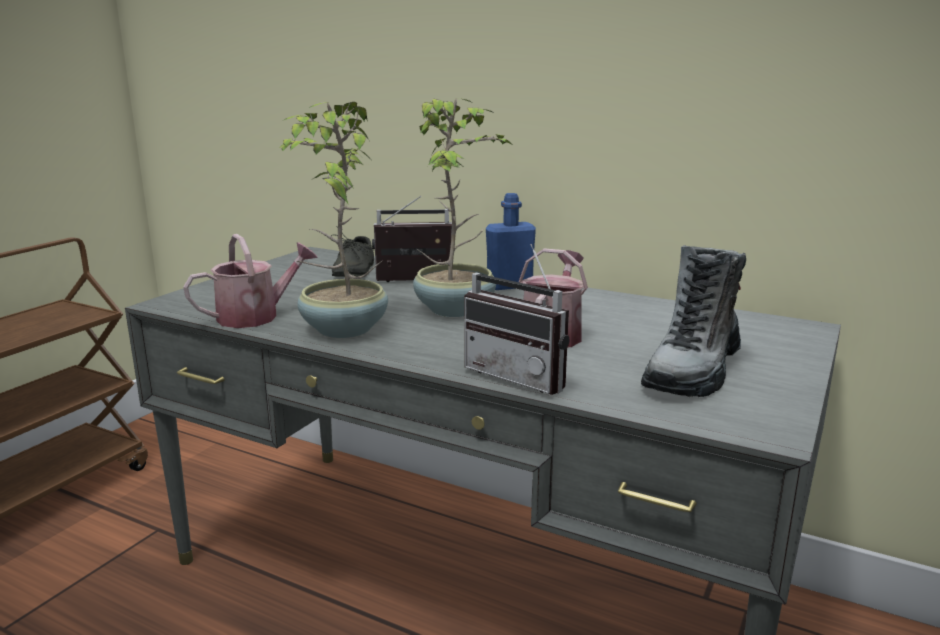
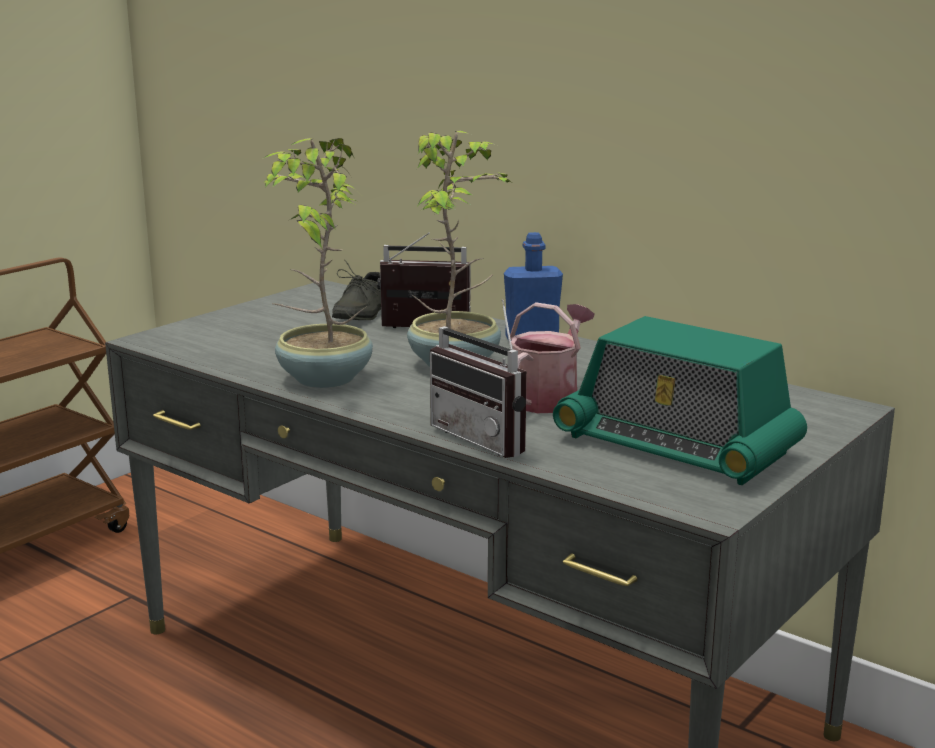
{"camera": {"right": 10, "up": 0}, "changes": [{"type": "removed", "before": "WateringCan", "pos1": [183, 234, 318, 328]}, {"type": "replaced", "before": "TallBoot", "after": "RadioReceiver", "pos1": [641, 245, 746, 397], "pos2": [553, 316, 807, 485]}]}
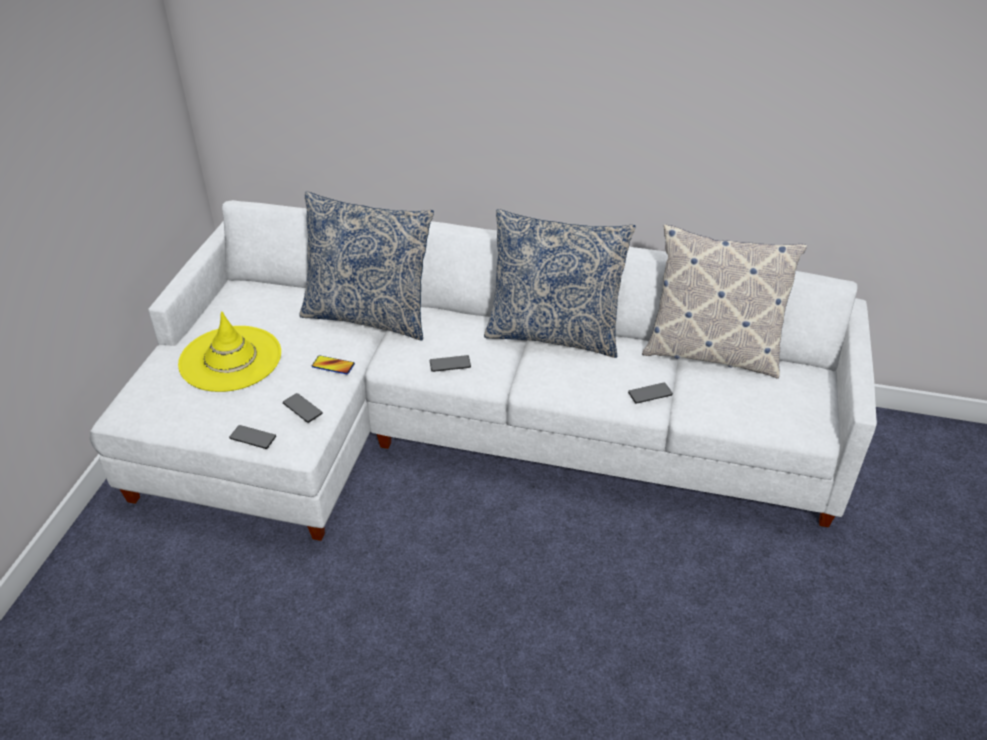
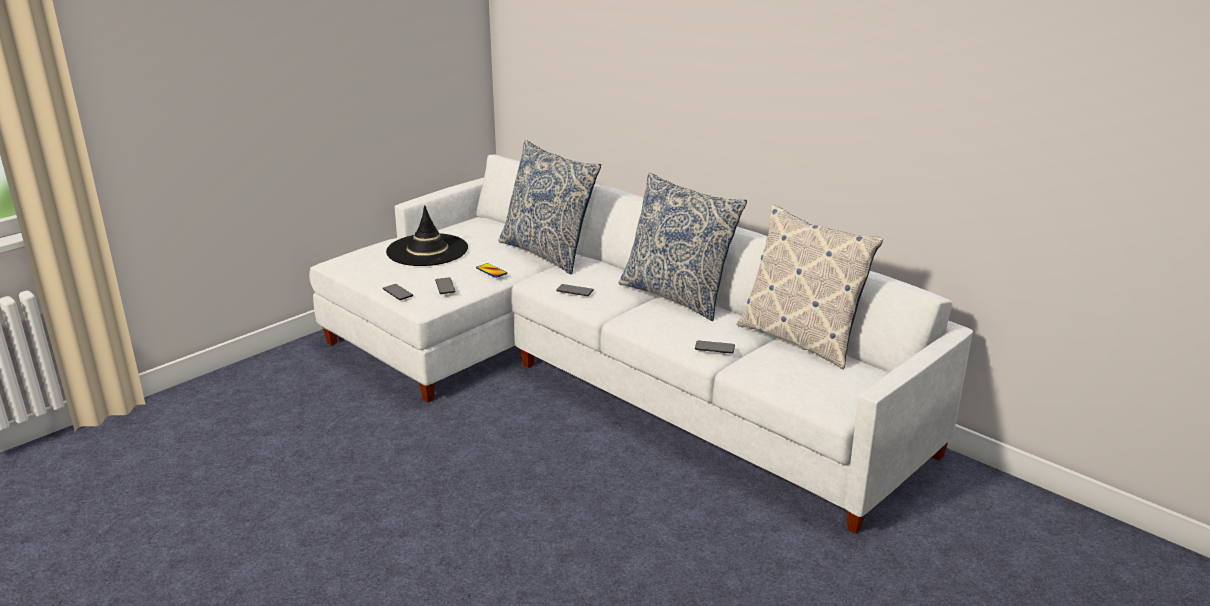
{"camera": {"right": 30, "up": -15}, "changes": [{"type": "recoloured", "before": "YellowishClothingHat", "after": "BlackishClothingHat", "pos1": [178, 311, 281, 392], "pos2": [386, 205, 468, 266]}]}
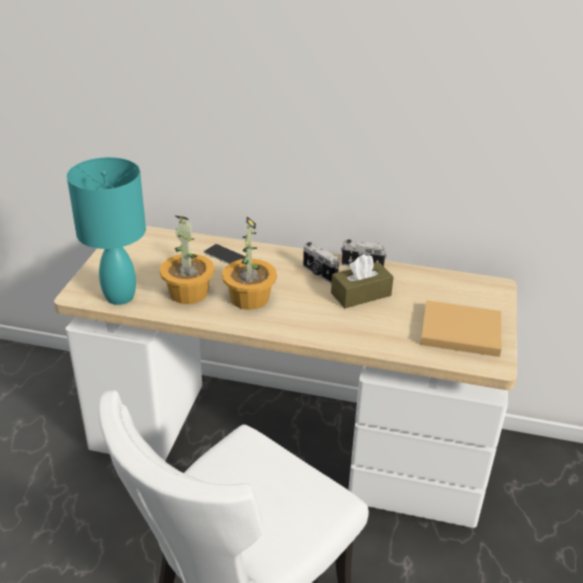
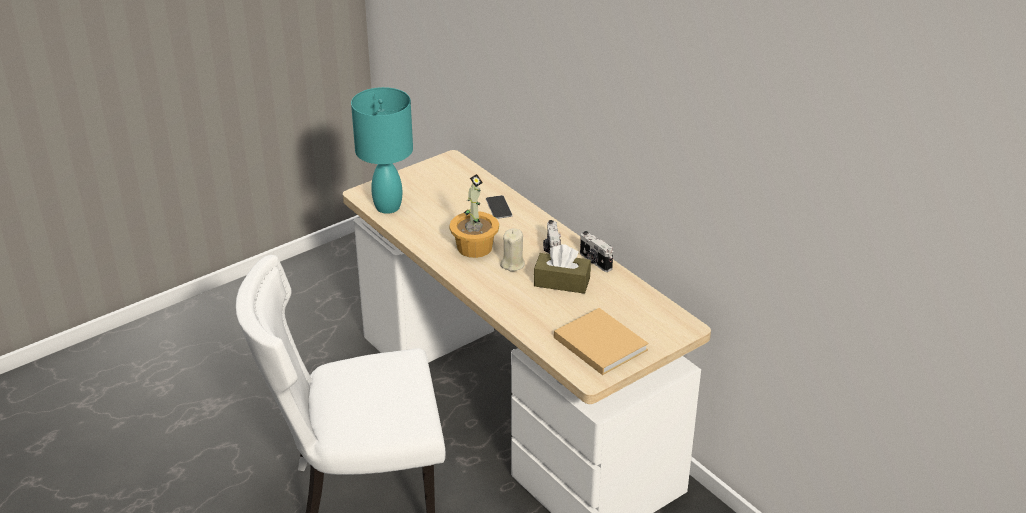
{"camera": {"right": 40, "up": 0}, "changes": [{"type": "removed", "before": "PottedPlant", "pos1": [159, 215, 215, 304]}, {"type": "added", "after": "SandColouredWaxLight", "pos2": [500, 228, 525, 272]}]}
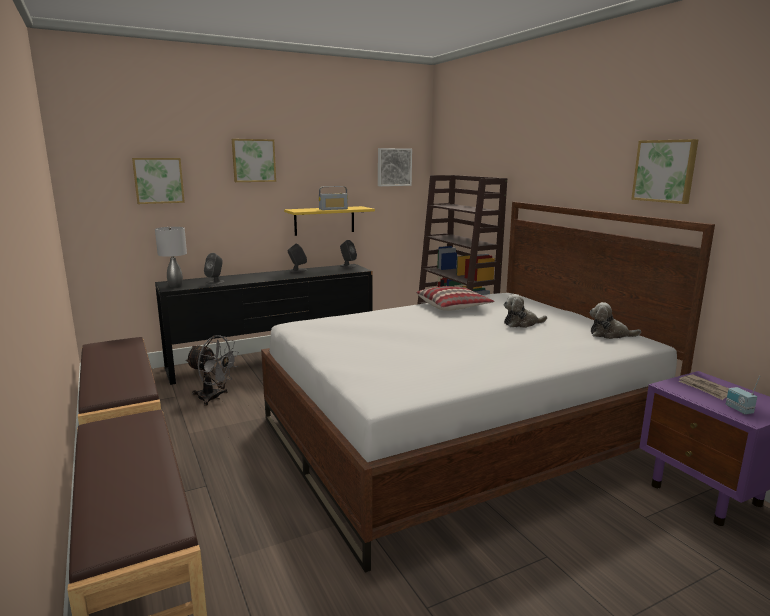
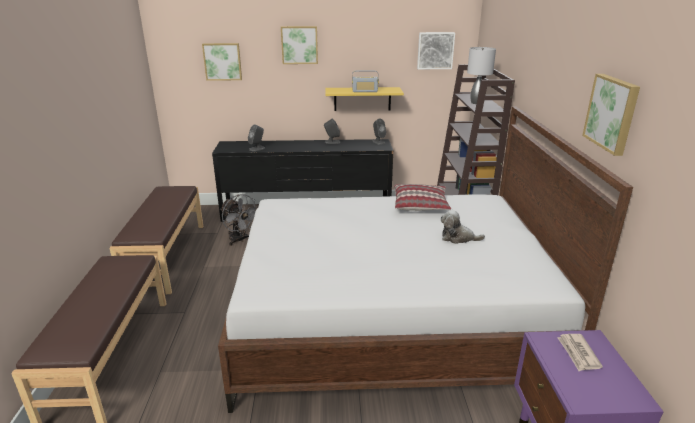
{"camera": {"right": 25, "up": 10}, "changes": [{"type": "moved", "before": "GreyishTableLamp", "pos1": [155, 227, 187, 287], "pos2": [467, 47, 496, 104]}, {"type": "removed", "before": "SoftToy", "pos1": [590, 302, 641, 339]}, {"type": "removed", "before": "RadioReceiver", "pos1": [726, 376, 760, 415]}]}
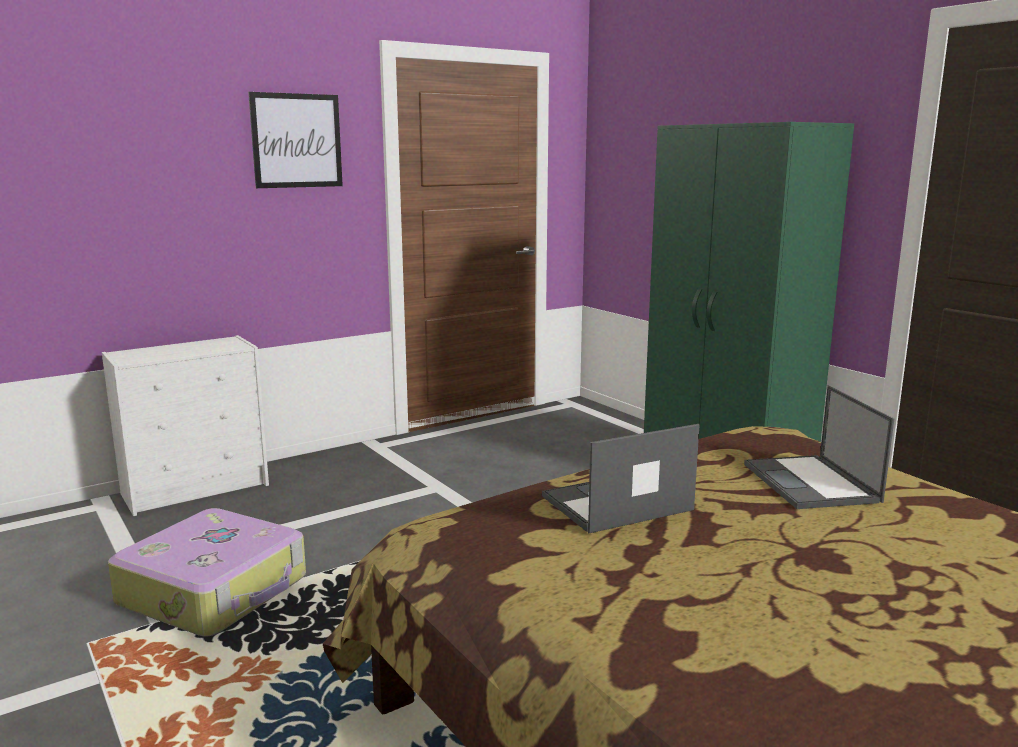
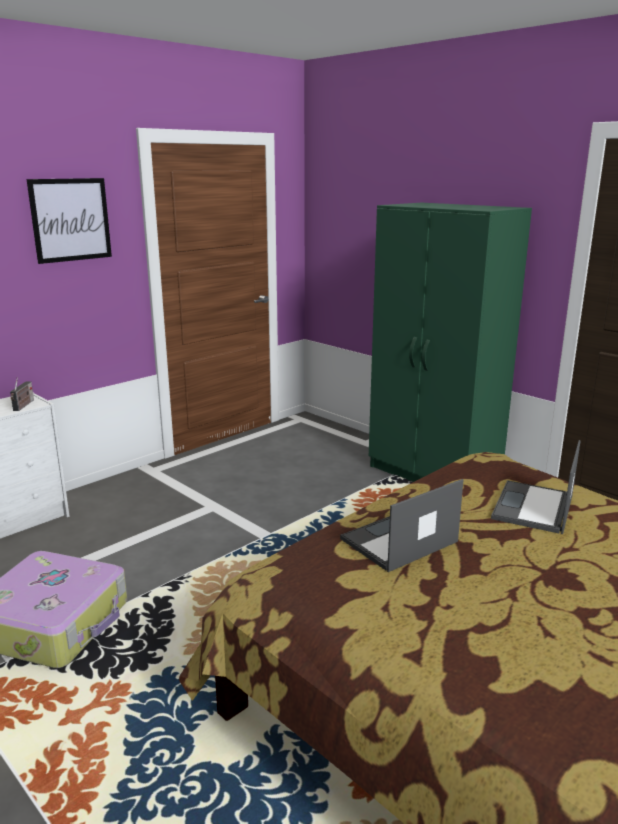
{"camera": {"right": -10, "up": 5}, "changes": [{"type": "turned", "before": "PortableComputer", "pos1": [744, 385, 894, 509], "pos2": [491, 440, 581, 534], "turn": 45}, {"type": "added", "after": "RadioReceiver", "pos2": [10, 378, 34, 411]}]}
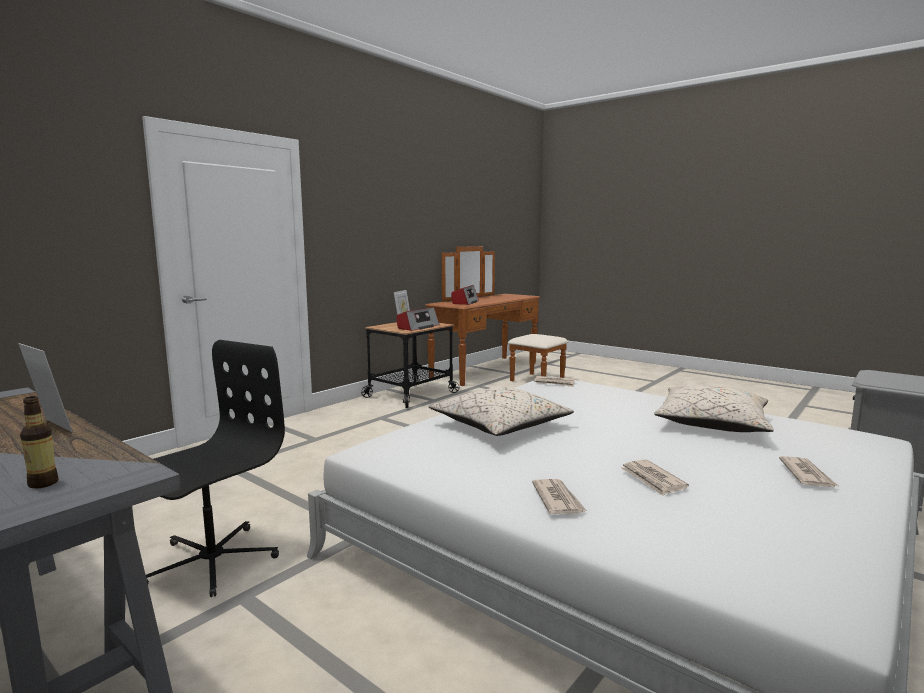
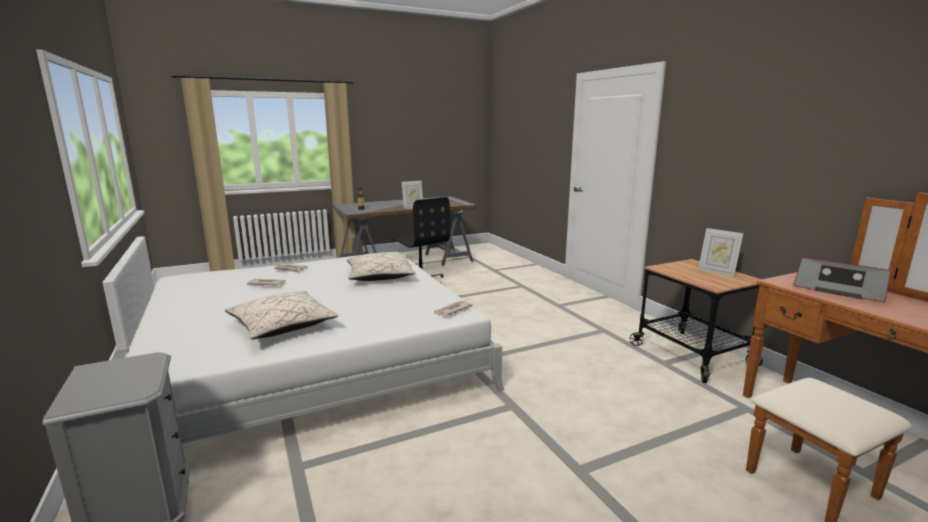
{"camera": {"right": 115, "up": 5}, "changes": [{"type": "removed", "before": "RadioReceiver", "pos1": [397, 307, 440, 331]}, {"type": "removed", "before": "DailyPaper", "pos1": [779, 456, 840, 487]}]}
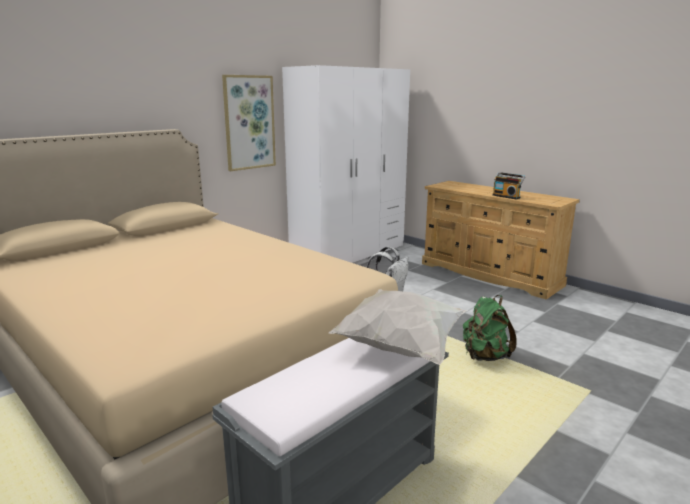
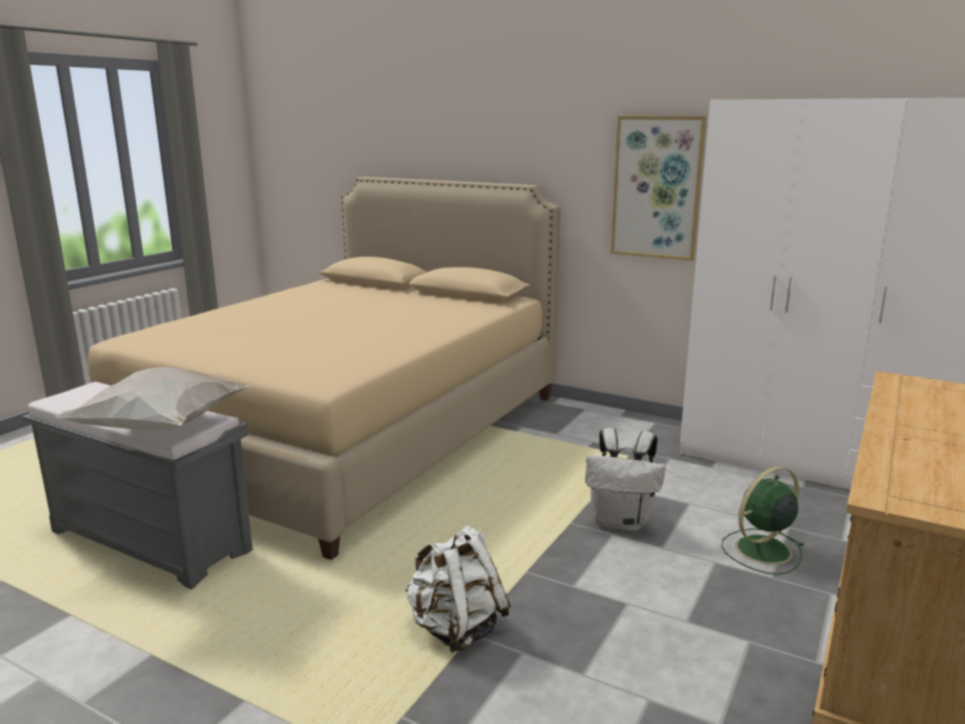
{"camera": {"right": 75, "up": 0}, "changes": [{"type": "recoloured", "before": "GreenishRucksack", "after": "WhiteRucksack", "pos1": [463, 295, 517, 361], "pos2": [405, 526, 511, 652]}, {"type": "removed", "before": "RadioReceiver", "pos1": [492, 172, 525, 200]}, {"type": "added", "after": "GreenishFan", "pos2": [721, 466, 804, 575]}]}
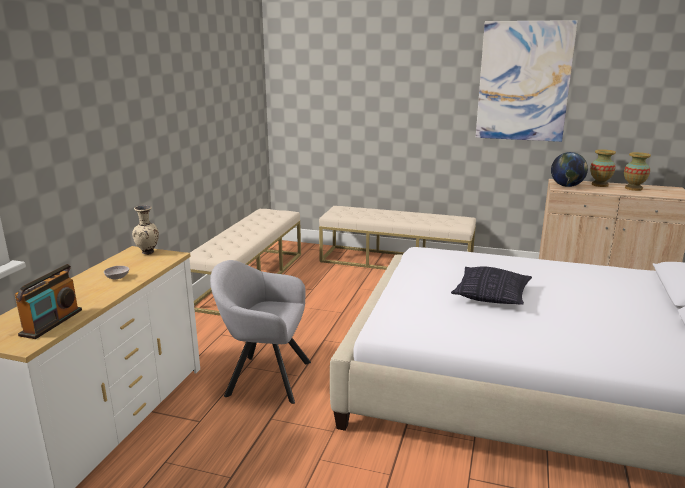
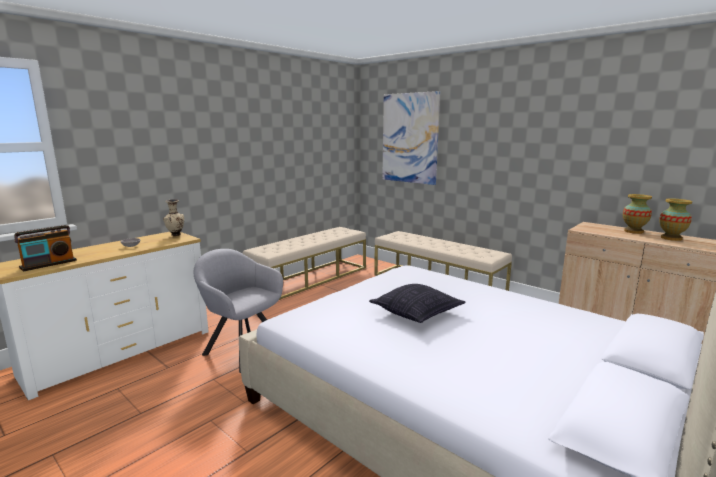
{"camera": {"right": 25, "up": -5}, "changes": [{"type": "moved", "before": "WallPicture", "pos1": [476, 20, 578, 142], "pos2": [382, 91, 440, 185]}, {"type": "removed", "before": "WorldGlobe", "pos1": [551, 152, 588, 187]}]}
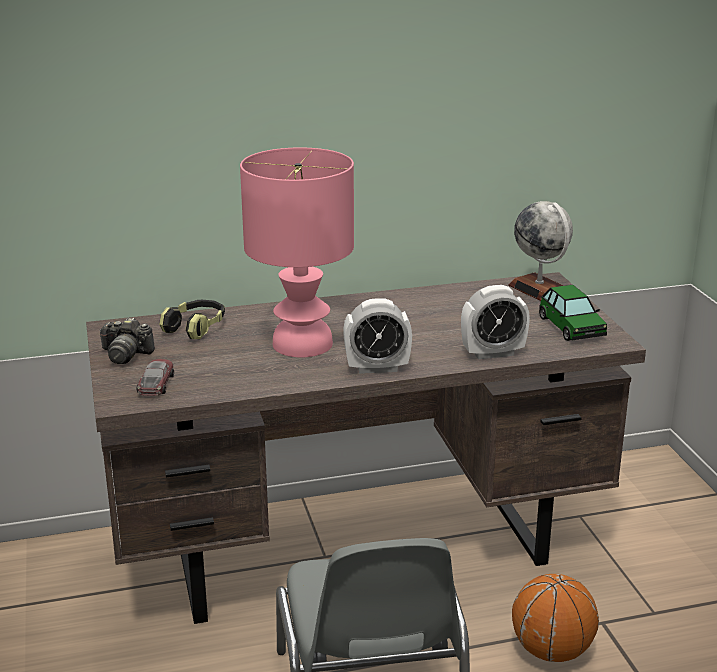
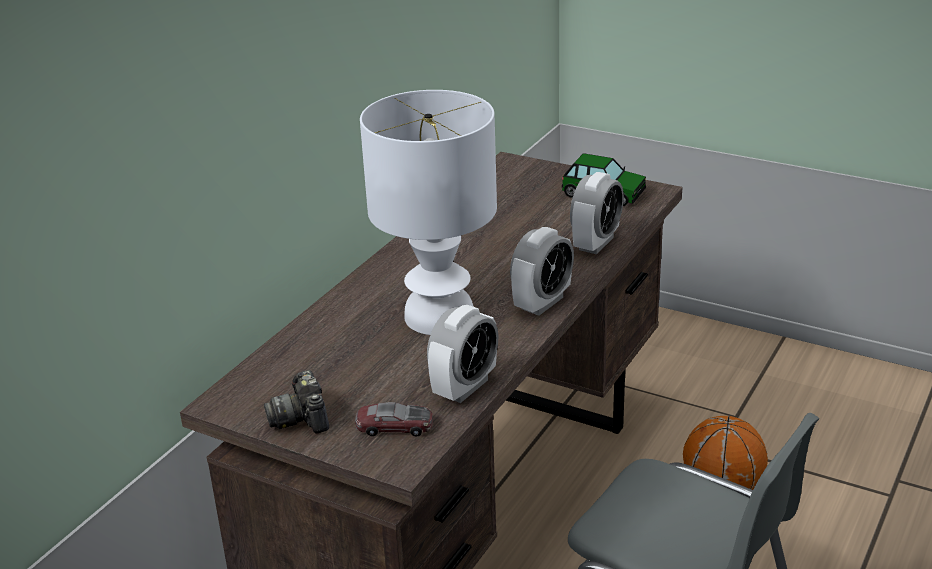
{"camera": {"right": -45, "up": 5}, "changes": [{"type": "turned", "before": "StillCamera", "pos1": [99, 317, 155, 364], "pos2": [264, 370, 329, 434], "turn": 105}, {"type": "turned", "before": "MiniatureCar", "pos1": [137, 359, 174, 396], "pos2": [355, 402, 433, 437], "turn": -45}, {"type": "removed", "before": "PairOfHeadphones", "pos1": [159, 300, 225, 339]}, {"type": "recoloured", "before": "PinkishTableLamp", "after": "WhiteTableLamp", "pos1": [240, 147, 354, 357], "pos2": [360, 90, 497, 335]}, {"type": "removed", "before": "WorldGlobe", "pos1": [508, 201, 573, 301]}, {"type": "added", "after": "TableClock", "pos2": [427, 305, 499, 403]}]}
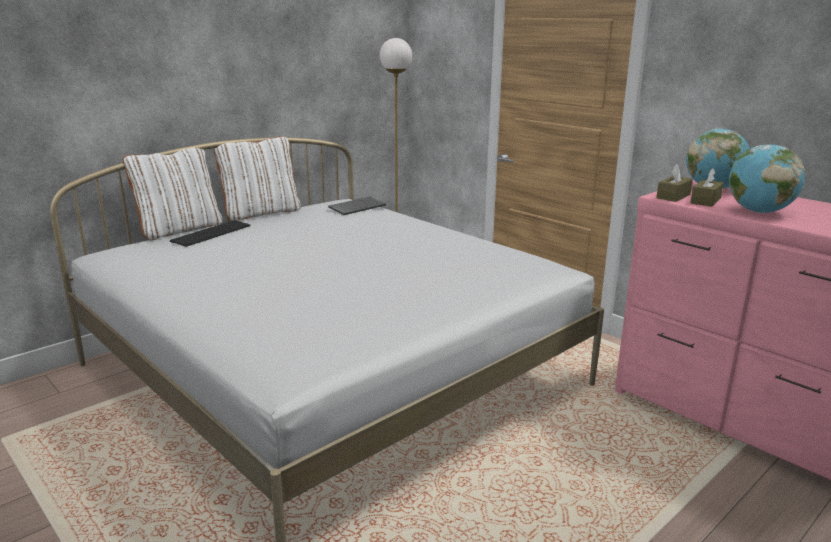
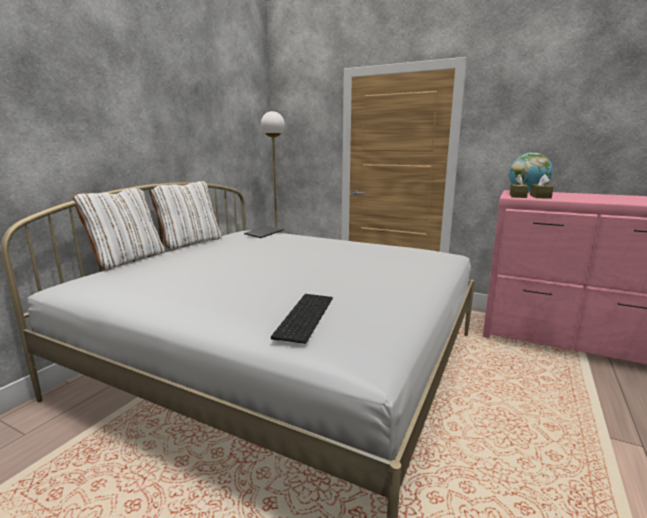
{"camera": {"right": -20, "up": -5}, "changes": [{"type": "moved", "before": "PcKeyboard", "pos1": [170, 220, 251, 247], "pos2": [271, 294, 333, 344]}, {"type": "removed", "before": "WorldGlobe", "pos1": [729, 145, 805, 213]}]}
